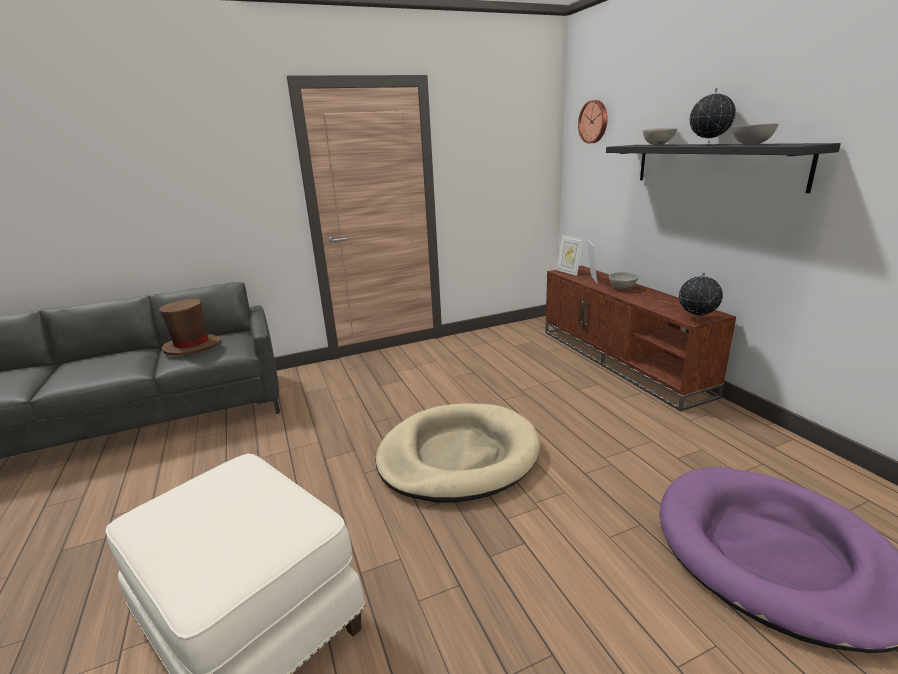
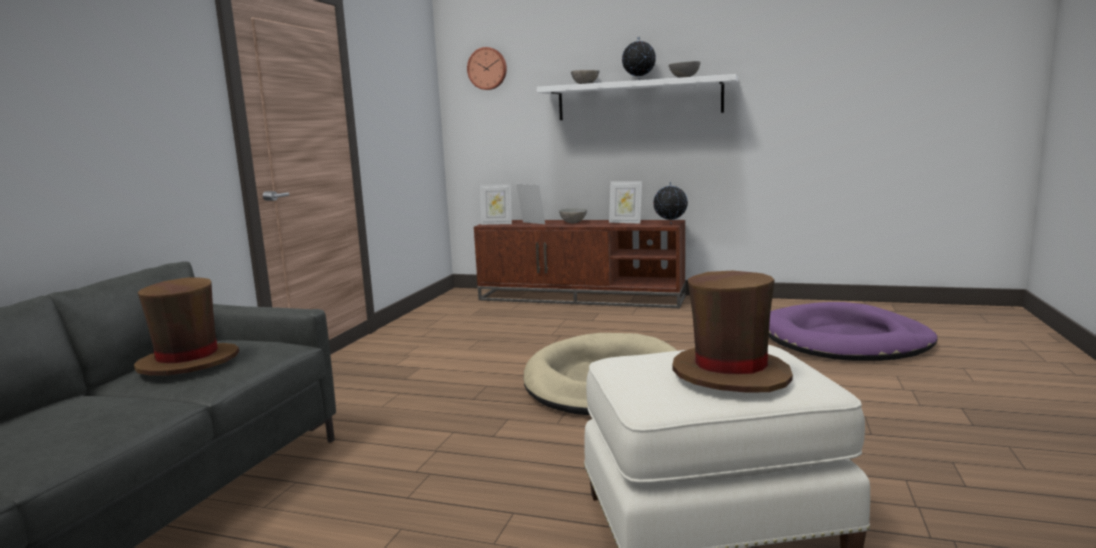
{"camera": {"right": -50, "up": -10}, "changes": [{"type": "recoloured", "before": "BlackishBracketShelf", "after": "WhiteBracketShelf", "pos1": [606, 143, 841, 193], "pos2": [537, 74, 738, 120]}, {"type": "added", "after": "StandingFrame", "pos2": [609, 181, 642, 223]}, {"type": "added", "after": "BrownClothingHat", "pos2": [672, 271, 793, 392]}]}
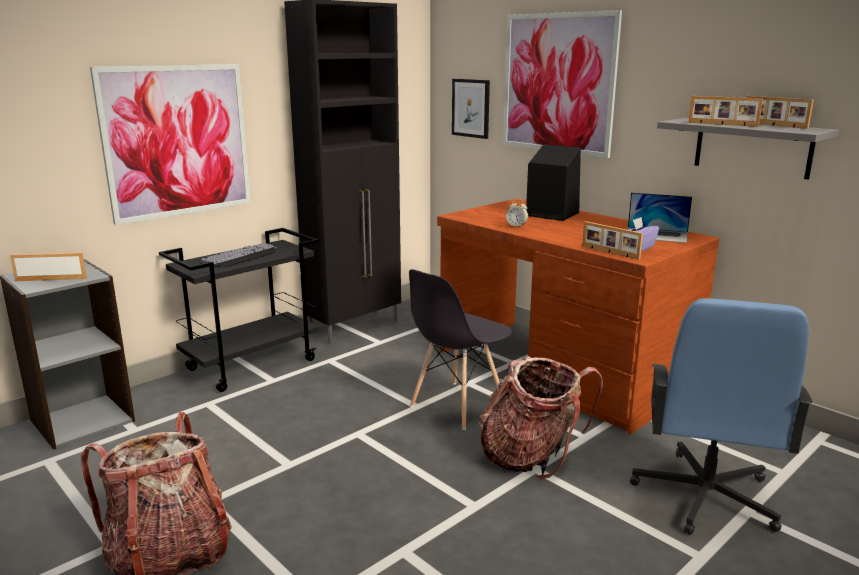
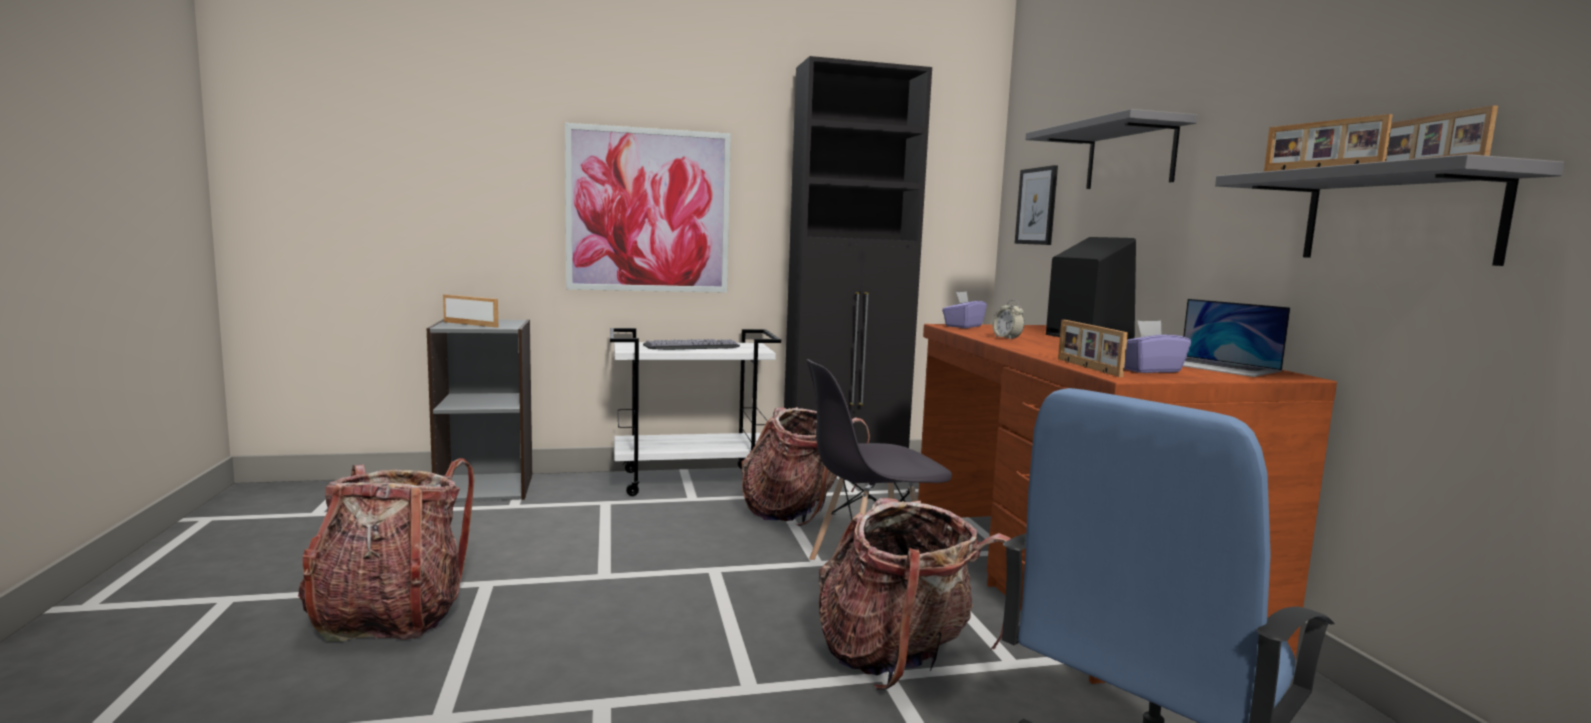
{"camera": {"right": 30, "up": -10}, "changes": [{"type": "recoloured", "before": "BlackishWheeledCart", "after": "WhiteWheeledCart", "pos1": [159, 228, 319, 392], "pos2": [610, 328, 781, 496]}, {"type": "replaced", "before": "WallPicture", "after": "GreyishBracketShelf", "pos1": [503, 10, 622, 158], "pos2": [1025, 109, 1198, 189]}, {"type": "added", "after": "Rucksack", "pos2": [741, 407, 870, 526]}, {"type": "added", "after": "PurpleColouredBoxOfTissues", "pos2": [942, 291, 987, 328]}]}
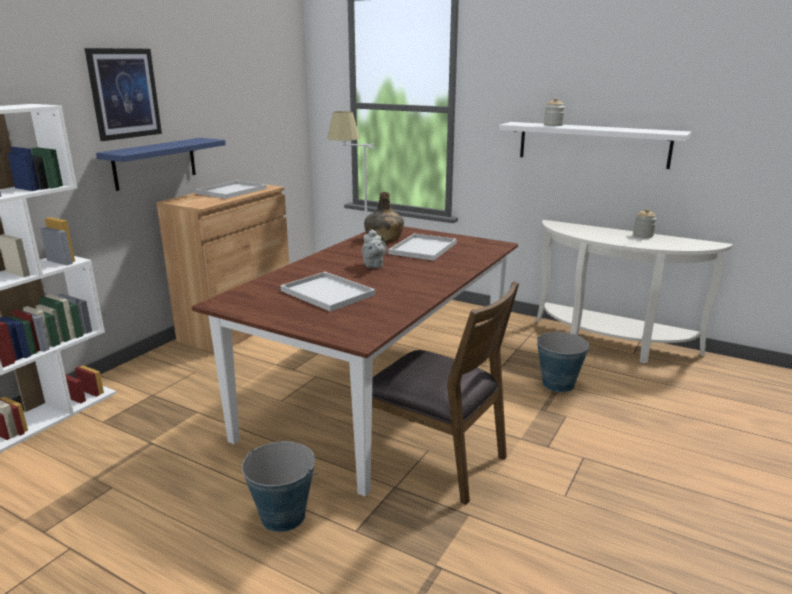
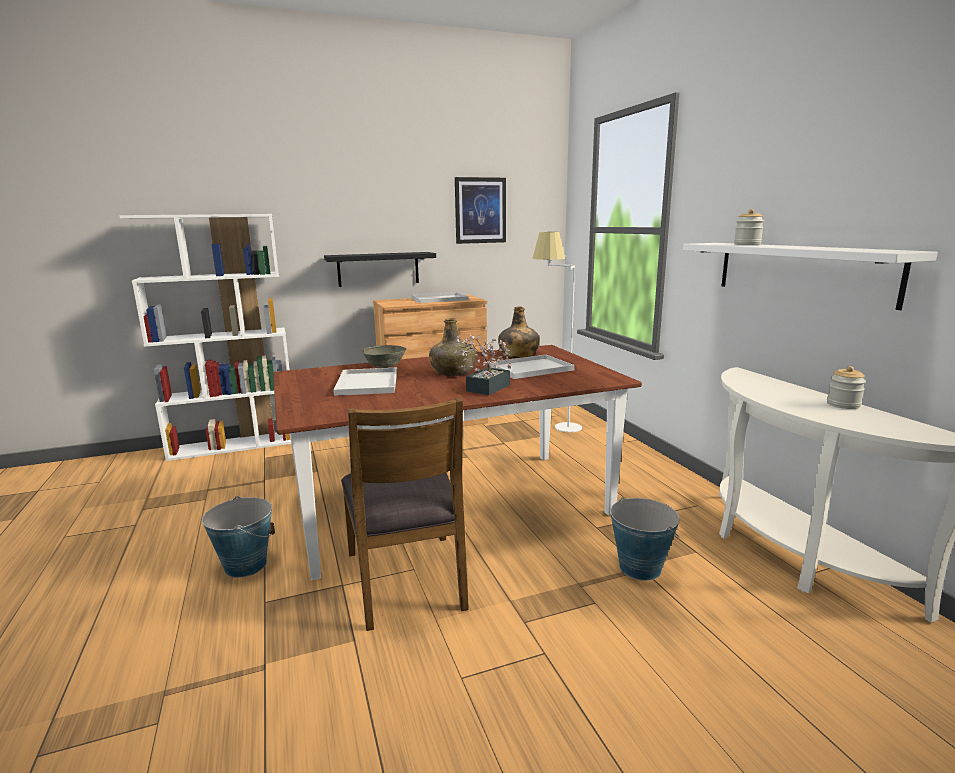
{"camera": {"right": 40, "up": -5}, "changes": [{"type": "moved", "before": "WallPicture", "pos1": [85, 48, 162, 141], "pos2": [455, 177, 506, 244]}, {"type": "recoloured", "before": "BlueColouredBracketShelf", "after": "BlackishBracketShelf", "pos1": [96, 138, 226, 191], "pos2": [324, 252, 436, 287]}, {"type": "replaced", "before": "GreyishTeapot", "after": "GreenishBottle", "pos1": [362, 229, 387, 268], "pos2": [429, 318, 476, 376]}, {"type": "added", "after": "GreyishServingBowl", "pos2": [361, 345, 406, 368]}, {"type": "added", "after": "PottedPlant", "pos2": [454, 335, 511, 395]}]}
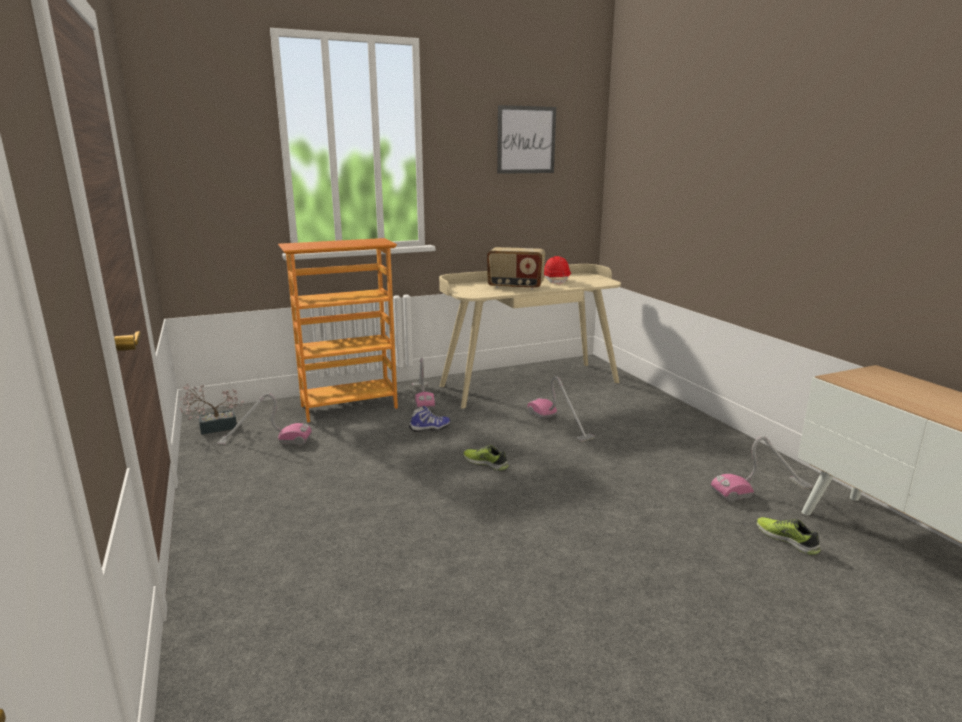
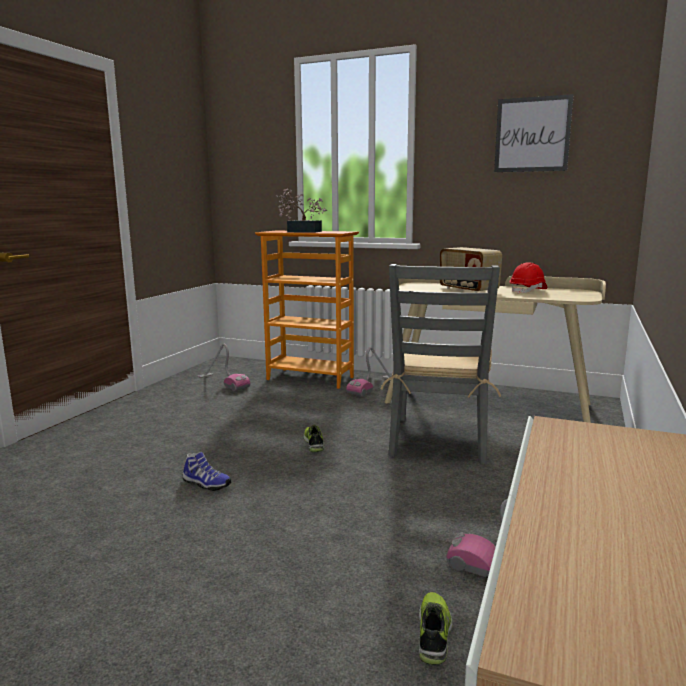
{"camera": {"right": 45, "up": -5}, "changes": [{"type": "moved", "before": "PottedPlant", "pos1": [180, 384, 244, 435], "pos2": [276, 189, 327, 233]}, {"type": "moved", "before": "Shoe", "pos1": [409, 406, 451, 432], "pos2": [182, 452, 231, 491]}, {"type": "replaced", "before": "Vacuum", "after": "GreyishChair", "pos1": [527, 376, 595, 442], "pos2": [380, 264, 501, 464]}]}
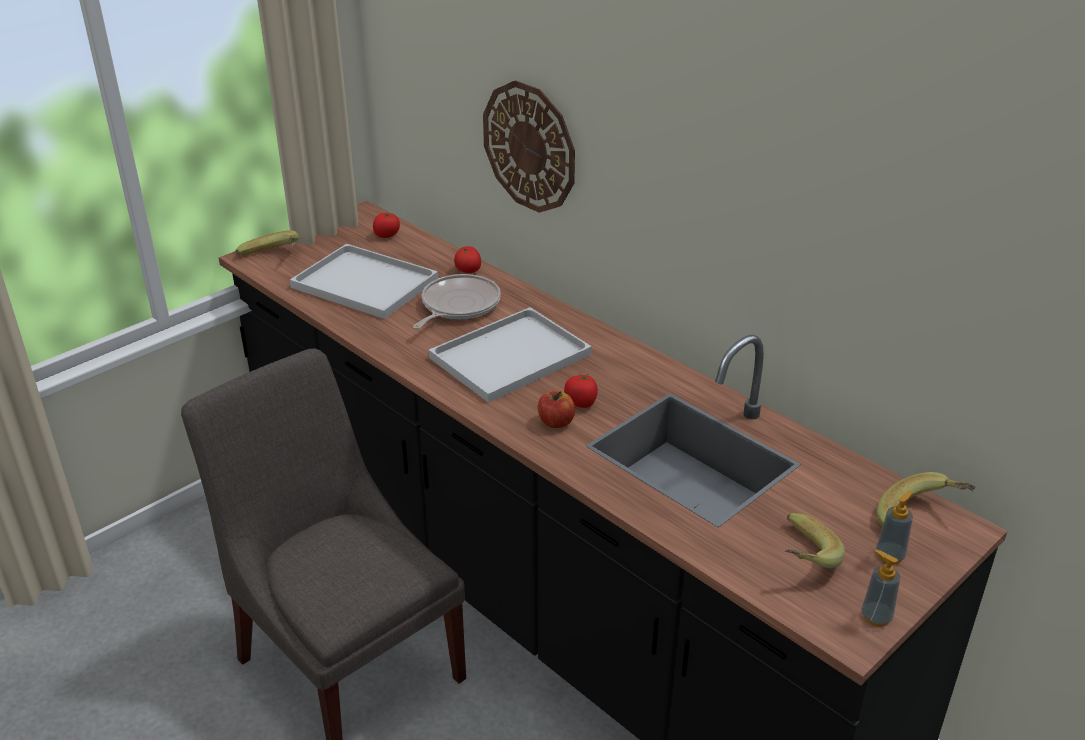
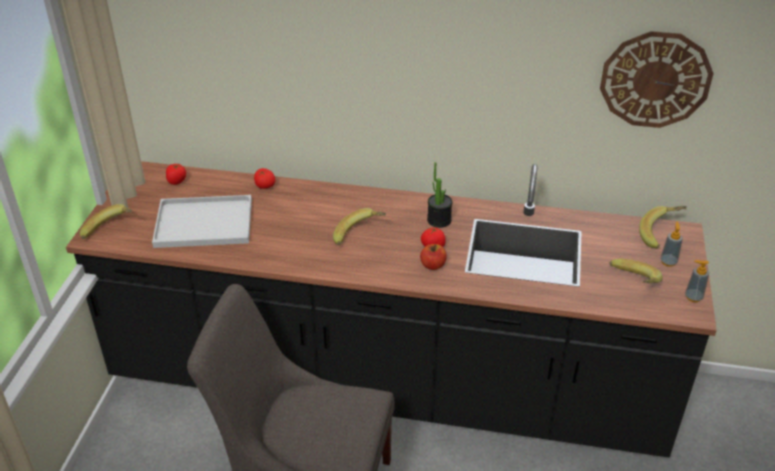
{"camera": {"right": -35, "up": 5}, "changes": [{"type": "removed", "before": "FryingPan", "pos1": [413, 274, 501, 329]}, {"type": "replaced", "before": "WhiteTray", "after": "Banana", "pos1": [429, 307, 592, 403], "pos2": [333, 208, 386, 245]}, {"type": "moved", "before": "HangingClock", "pos1": [483, 80, 575, 213], "pos2": [600, 31, 713, 128]}, {"type": "added", "after": "PottedPlant", "pos2": [427, 162, 452, 228]}]}
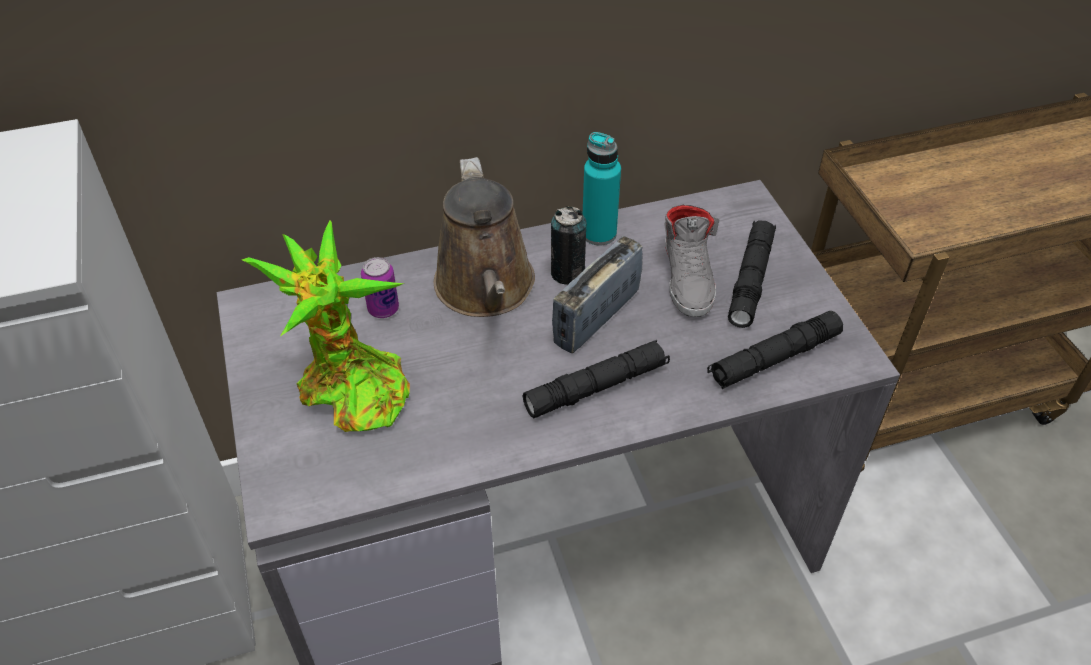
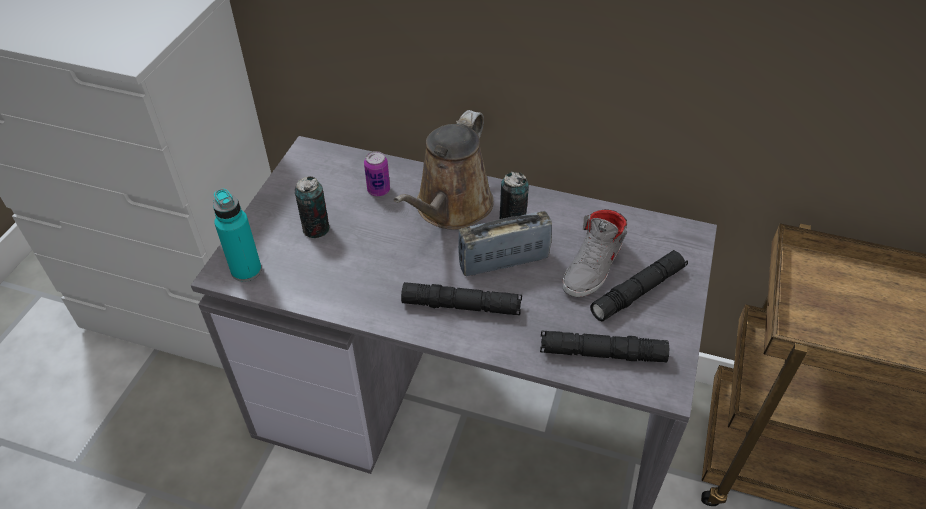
{"camera": {"right": 35, "up": 0}, "changes": [{"type": "replaced", "before": "PottedPlant", "after": "MetalCan", "pos1": [242, 221, 410, 432], "pos2": [295, 177, 329, 238]}, {"type": "moved", "before": "BlueGreenBottle", "pos1": [583, 132, 621, 246], "pos2": [213, 189, 262, 282]}]}
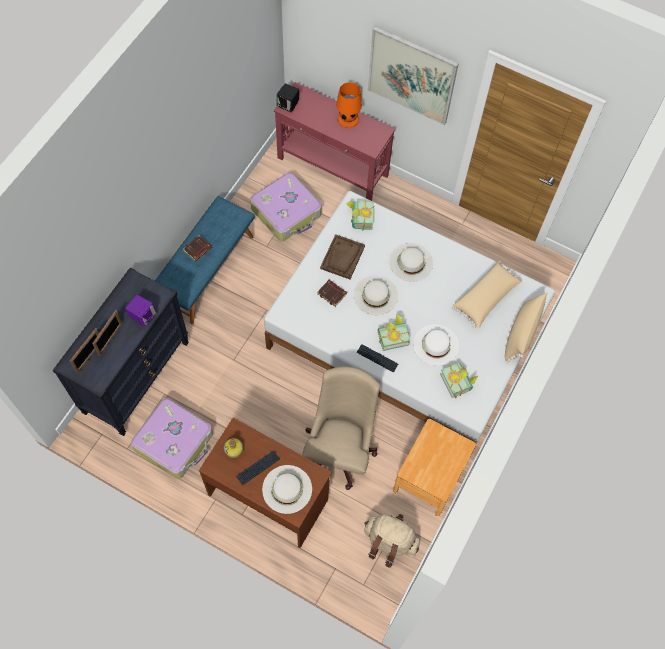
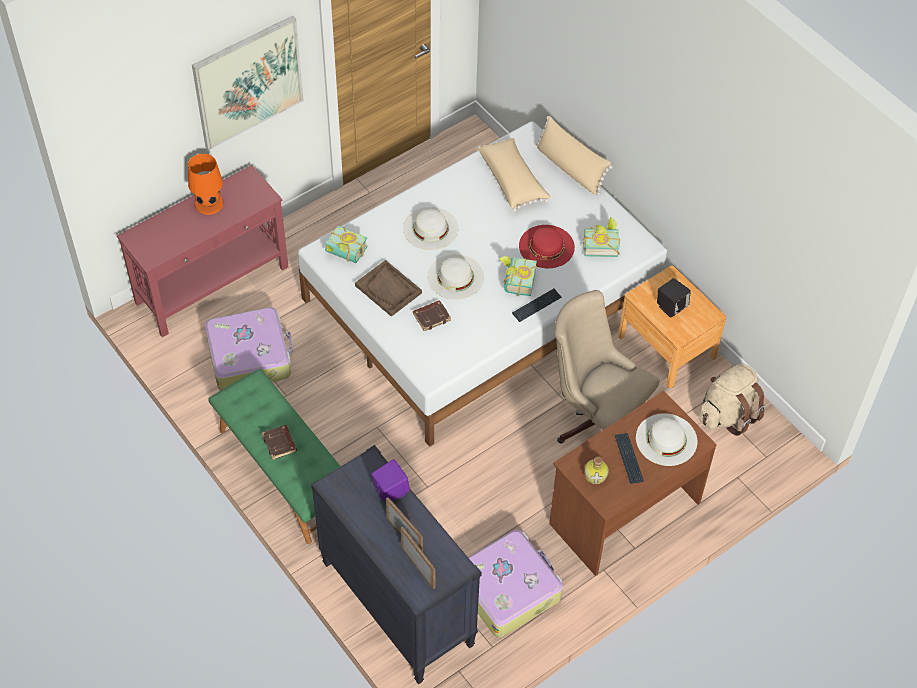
{"camera": {"right": -65, "up": -10}, "changes": [{"type": "recoloured", "before": "BlueColouredBench", "after": "GreenishBench", "pos1": [155, 196, 255, 324], "pos2": [209, 369, 341, 544]}, {"type": "moved", "before": "BlackishLoudspeaker", "pos1": [277, 83, 299, 113], "pos2": [657, 278, 691, 318]}, {"type": "recoloured", "before": "WhiteClothingHat", "after": "ReddishClothingHat", "pos1": [414, 324, 459, 366], "pos2": [519, 225, 575, 268]}]}
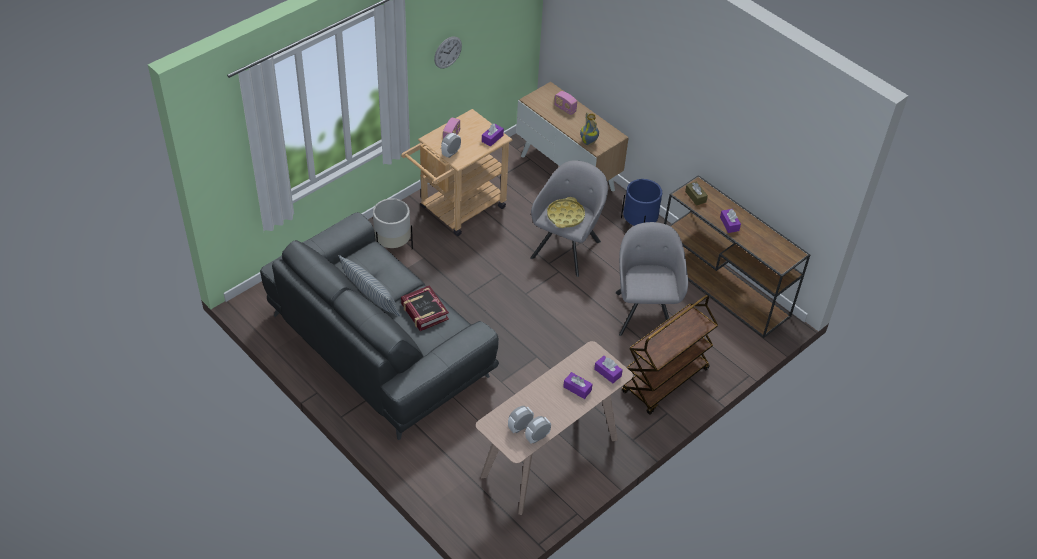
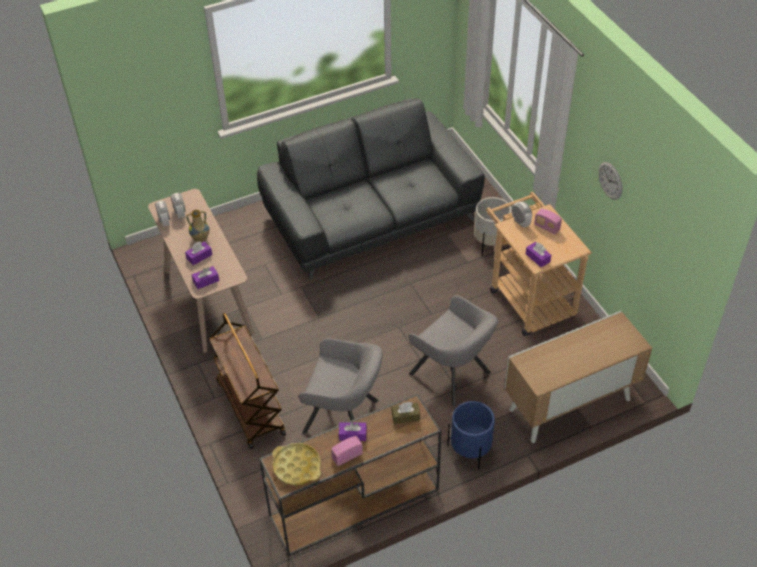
{"camera": {"right": 110, "up": 0}, "changes": [{"type": "removed", "before": "ThrowPillow", "pos1": [338, 255, 400, 316]}, {"type": "removed", "before": "Volume", "pos1": [401, 285, 449, 331]}, {"type": "moved", "before": "YellowishTray", "pos1": [547, 197, 585, 228], "pos2": [272, 443, 321, 485]}, {"type": "moved", "before": "RadioReceiver", "pos1": [554, 91, 577, 115], "pos2": [331, 436, 363, 466]}, {"type": "moved", "before": "FlowerVase", "pos1": [580, 112, 599, 145], "pos2": [186, 210, 209, 243]}]}
